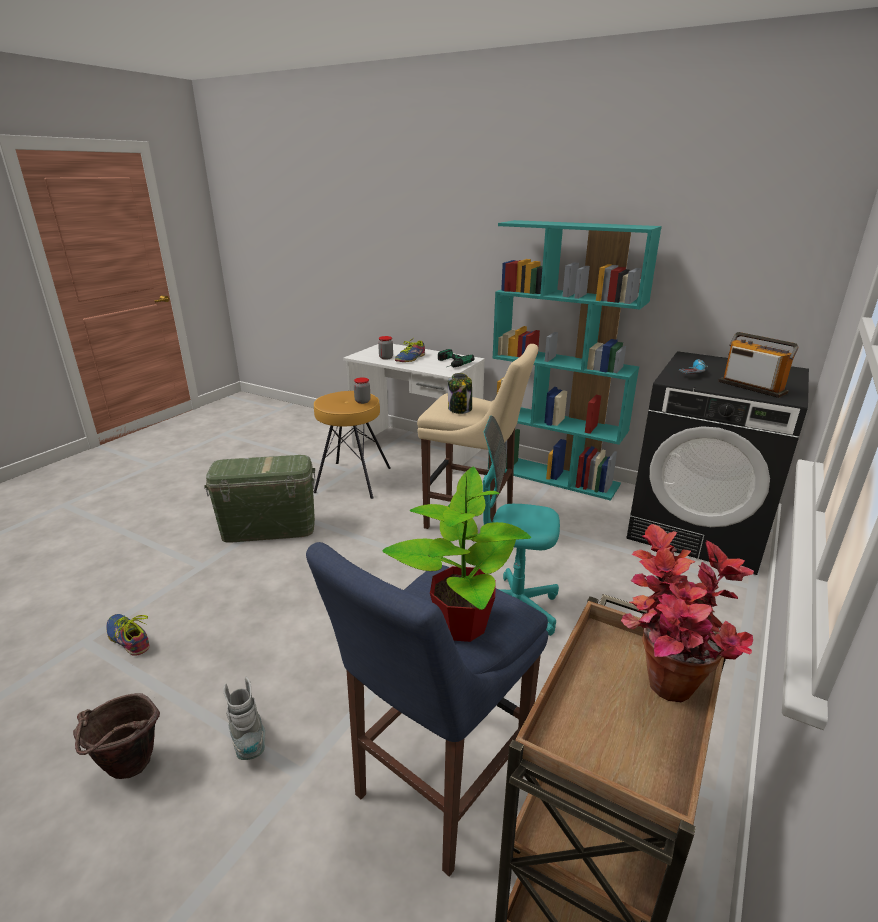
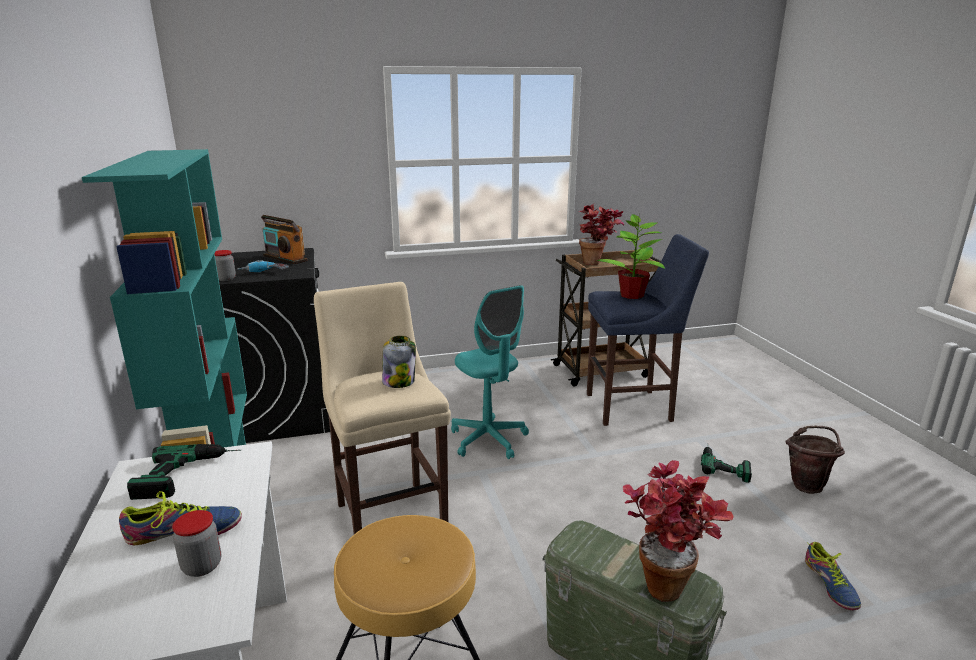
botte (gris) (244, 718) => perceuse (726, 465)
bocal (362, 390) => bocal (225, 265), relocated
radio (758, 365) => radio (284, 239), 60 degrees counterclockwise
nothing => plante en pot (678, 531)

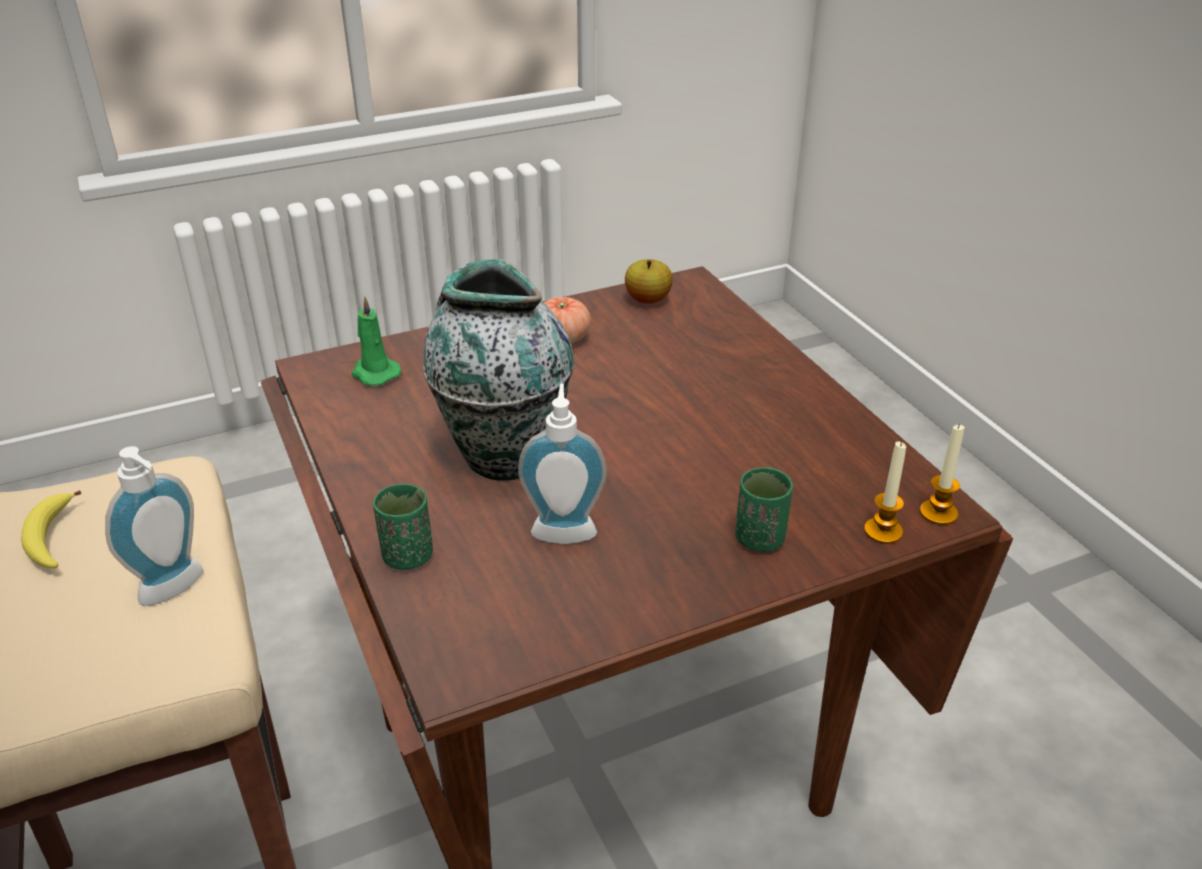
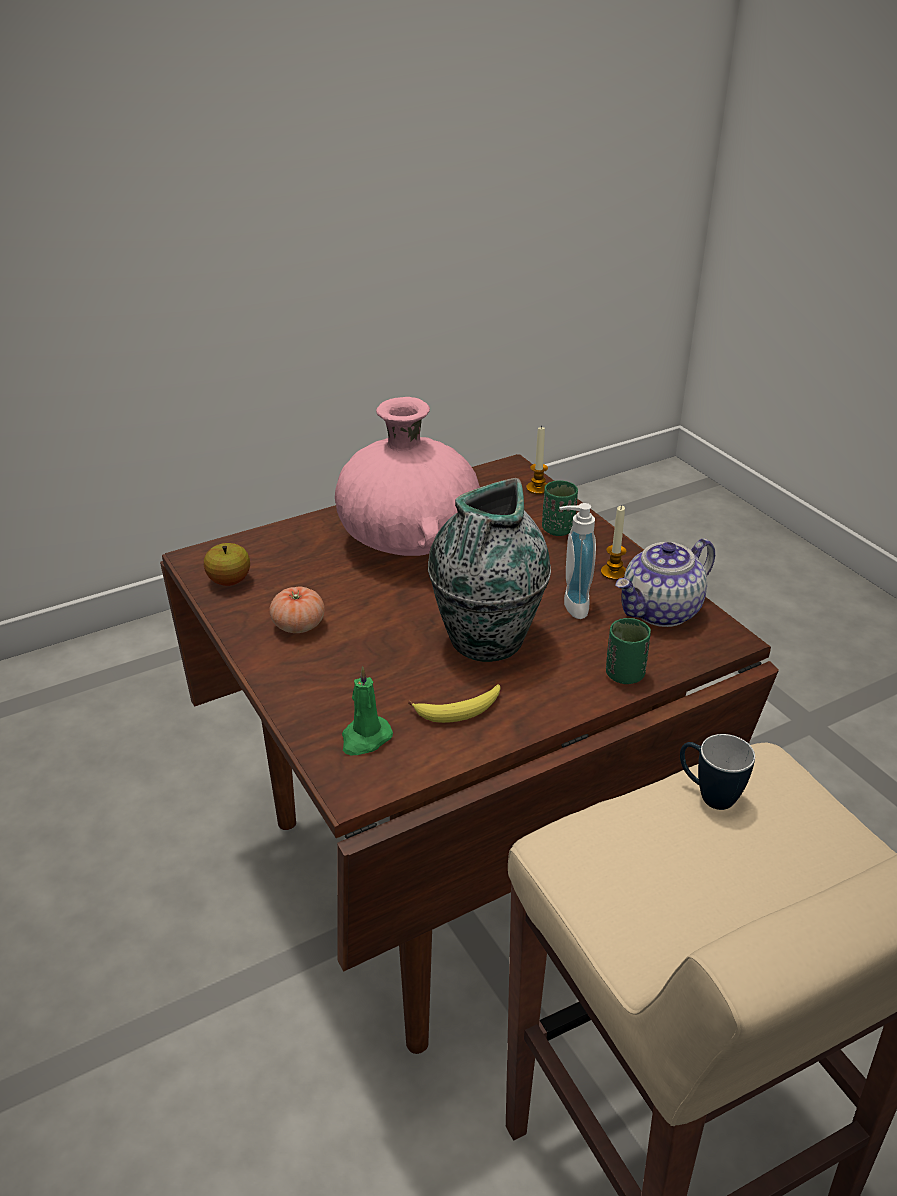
banane (51, 529) => banane (454, 703), relocated
distributeur de savon (154, 526) => mug (717, 772)
bougie (942, 474) => bougie (614, 542), relocated
nothing => vase (rose) (407, 476)
nothing => théière (665, 582)

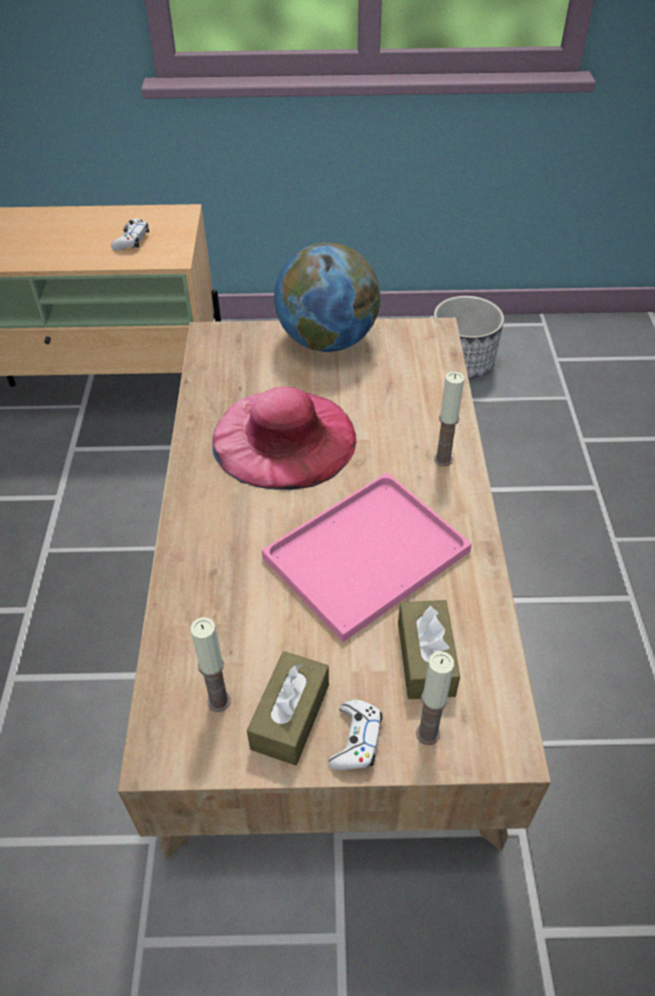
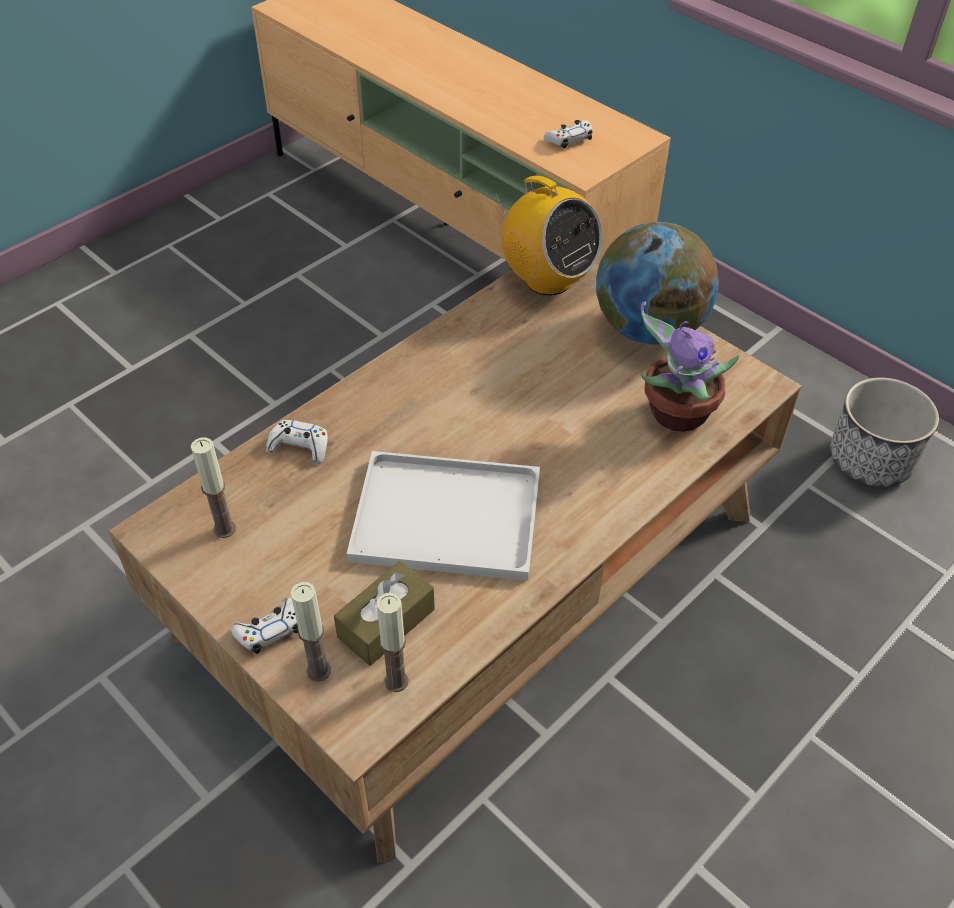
chapeau (rose) (284, 438) => nothing
boîte à mouchoirs (marron) (288, 708) => nothing
plateau (rose) (367, 557) => plateau (blanc) (443, 516)
bougie (449, 419) => bougie (393, 642), relocated
nothing => manette (blanc) (297, 441)
nothing => radio (549, 236)
nothing => plante en pot (689, 367)

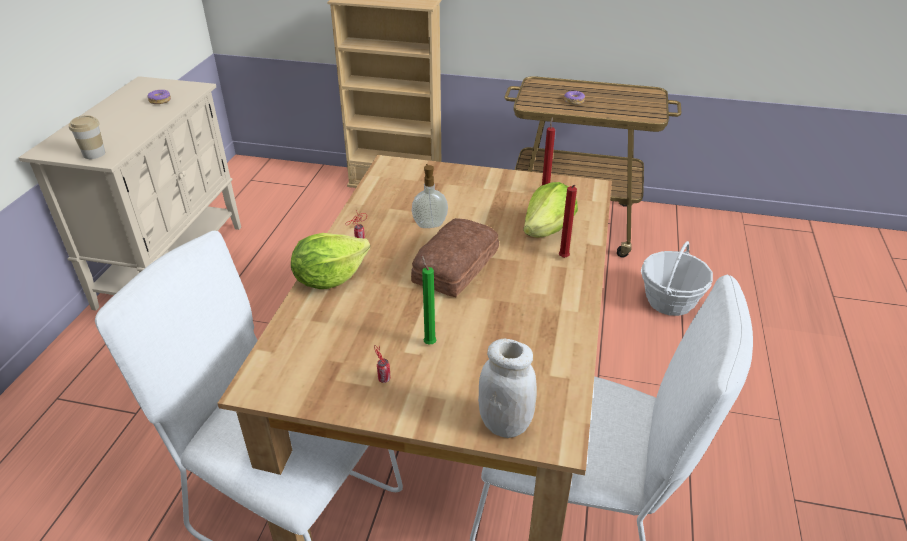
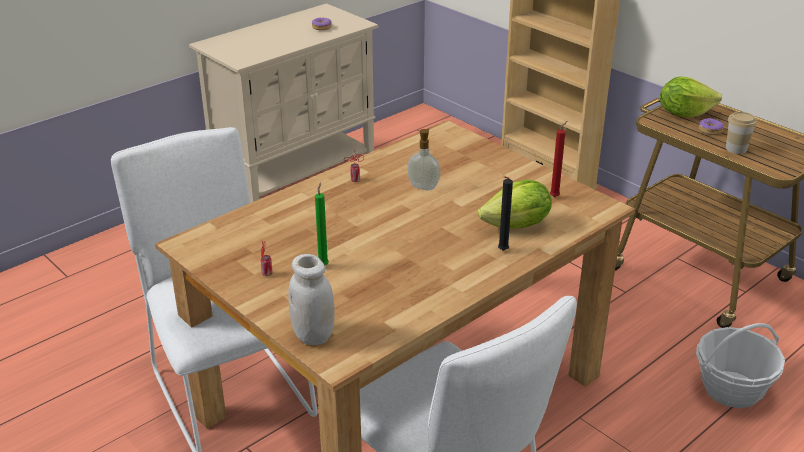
tasse (87, 137) => tasse (741, 133), relocated
laitue (330, 261) => laitue (691, 97), relocated
pain (455, 257) => nothing
bougie (rouge) (568, 221) => bougie (noir) (505, 214)

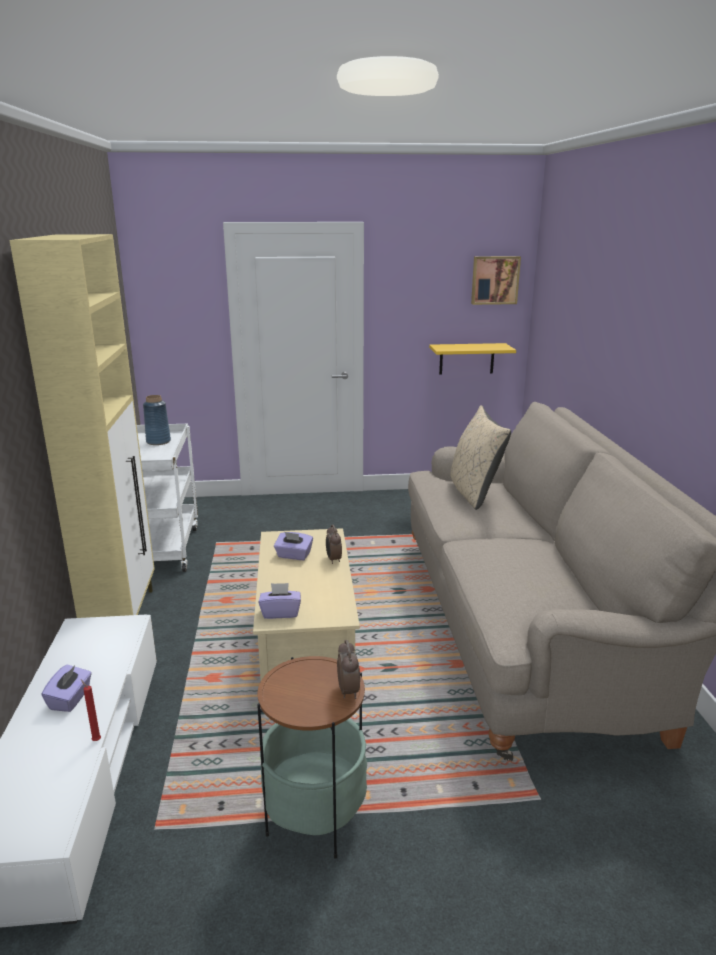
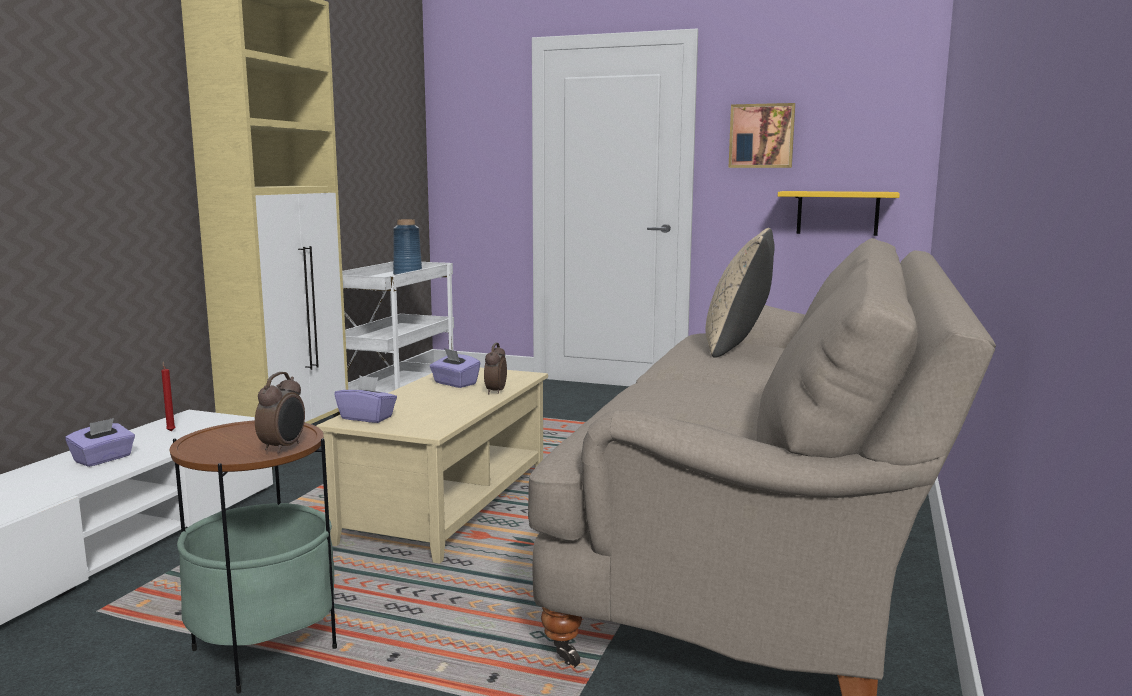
bougie (rouge) (91, 710) => bougie (rouge) (168, 396), relocated
tableau (496, 280) => tableau (761, 135), relocated

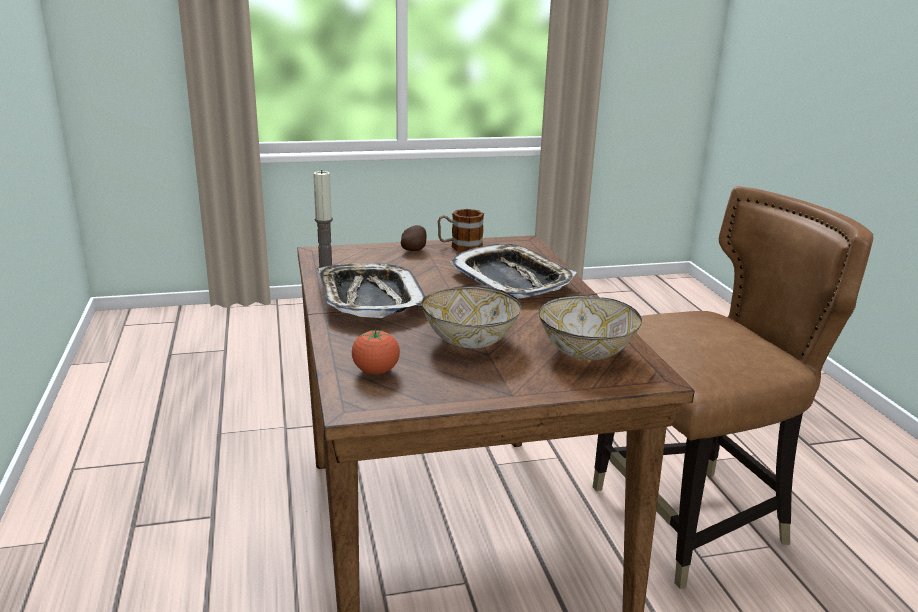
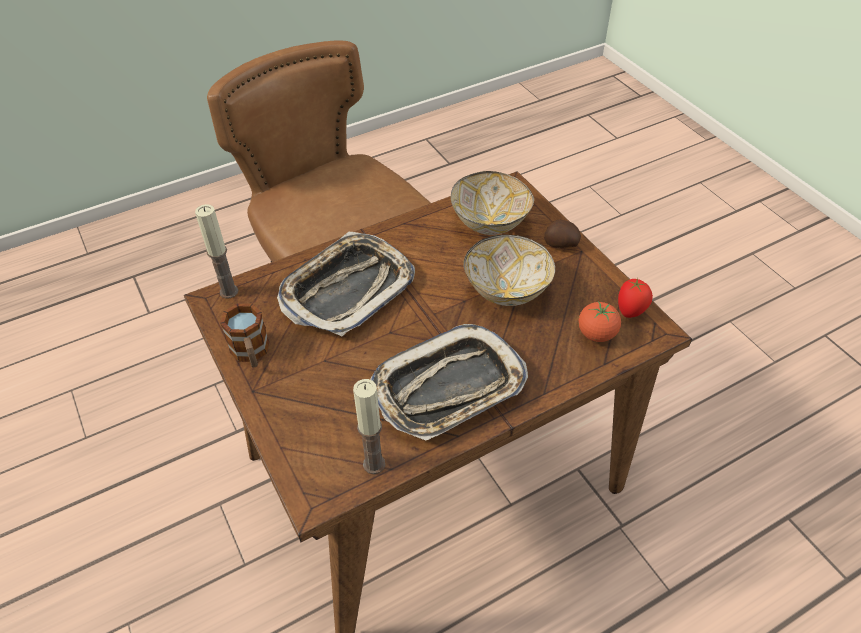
pomme de terre (413, 238) => pomme de terre (562, 233), relocated
nothing => bougie (216, 251)
nothing => tomate (635, 298)

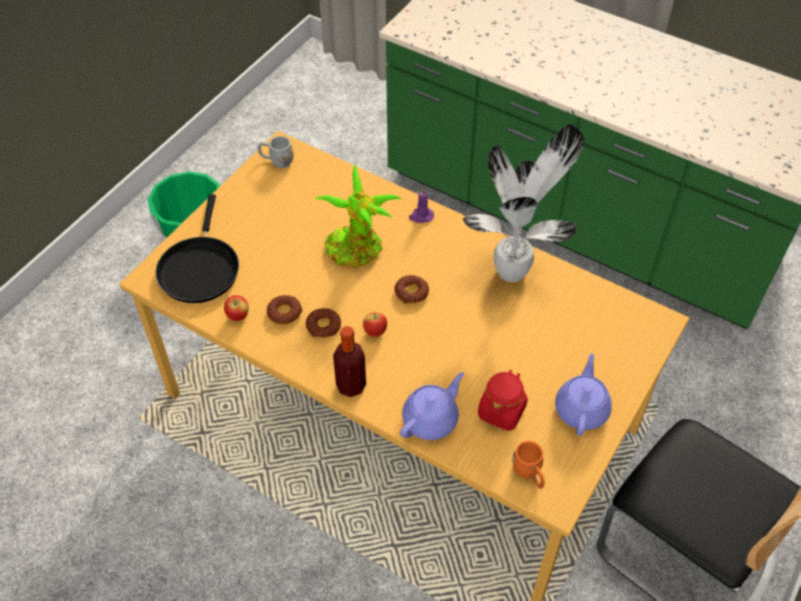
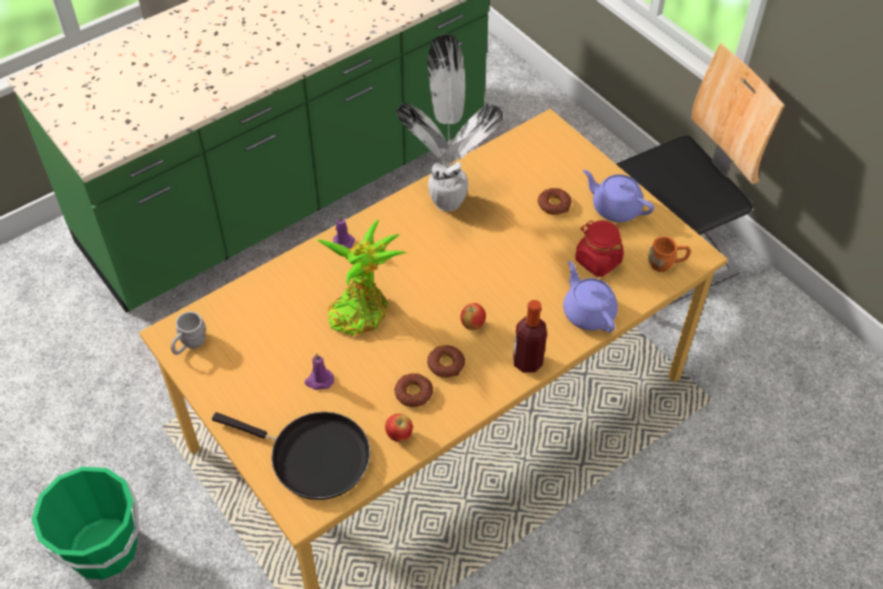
beignet (411, 289) => beignet (555, 201), relocated
nothing => bougie (violet) (319, 371)

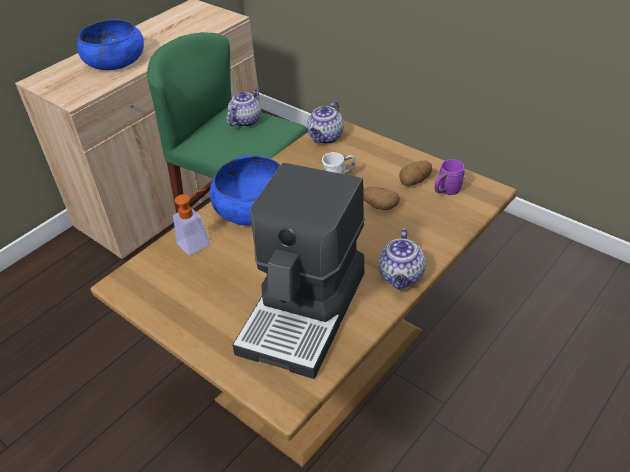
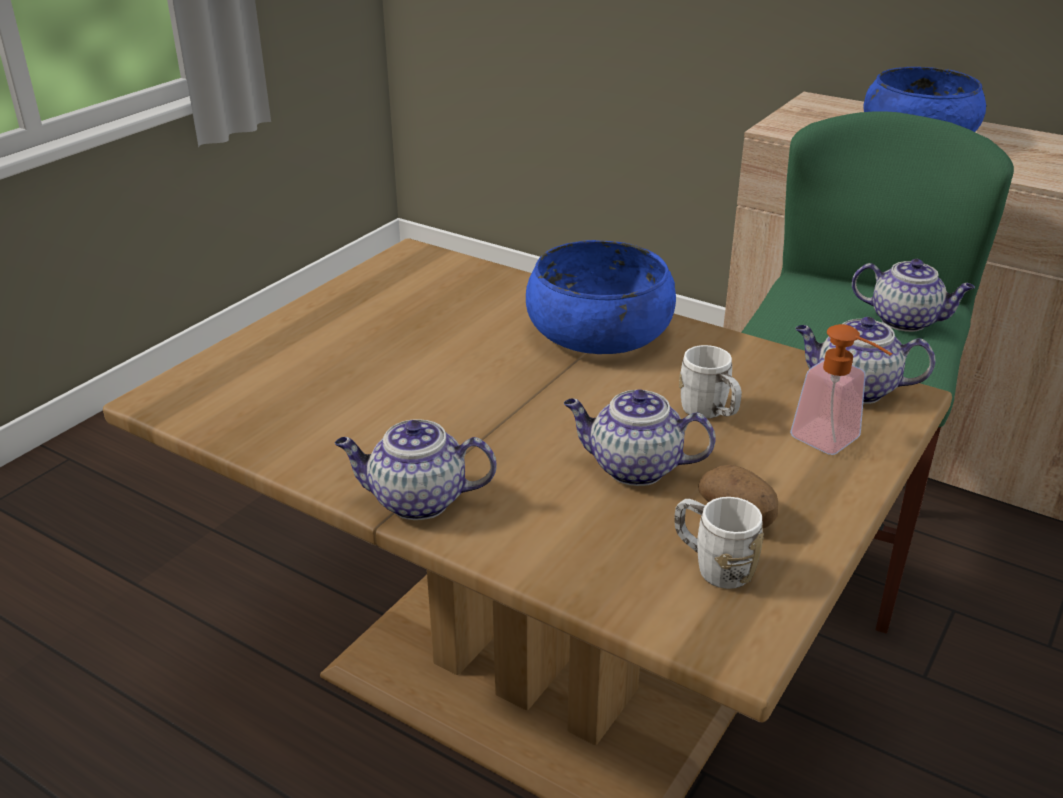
distributeur de savon (191, 222) => distributeur de savon (841, 389), relocated
machine à café (298, 271) => nothing
pomme de terre (381, 198) => théière (640, 438)
mug (violet) (450, 177) => mug (blanc) (719, 543)

